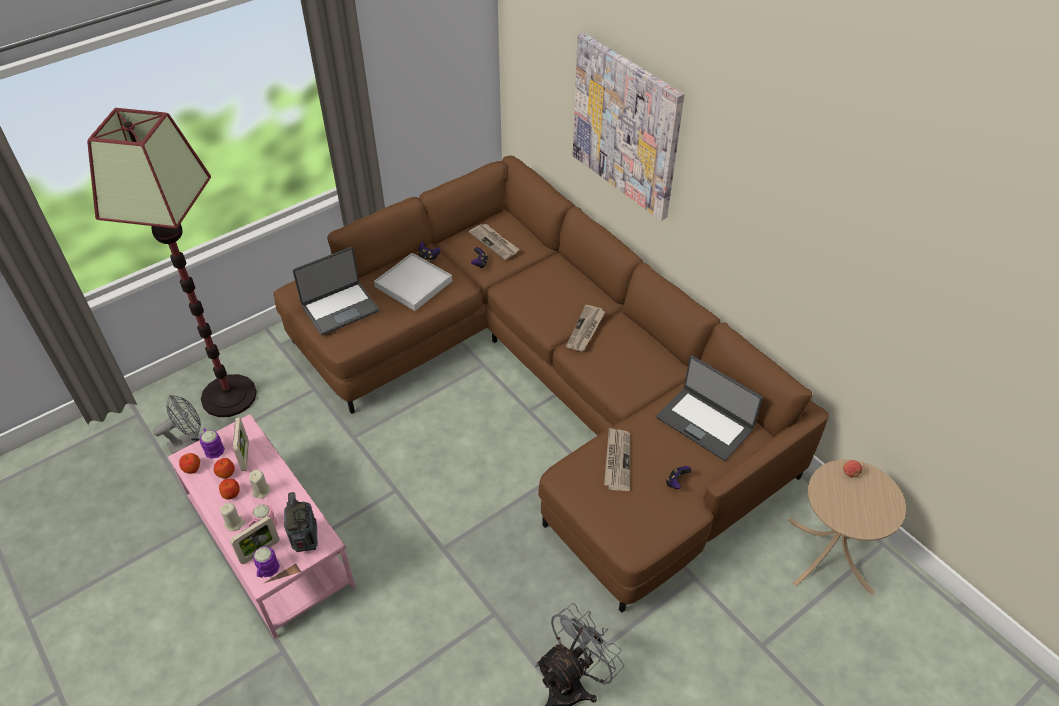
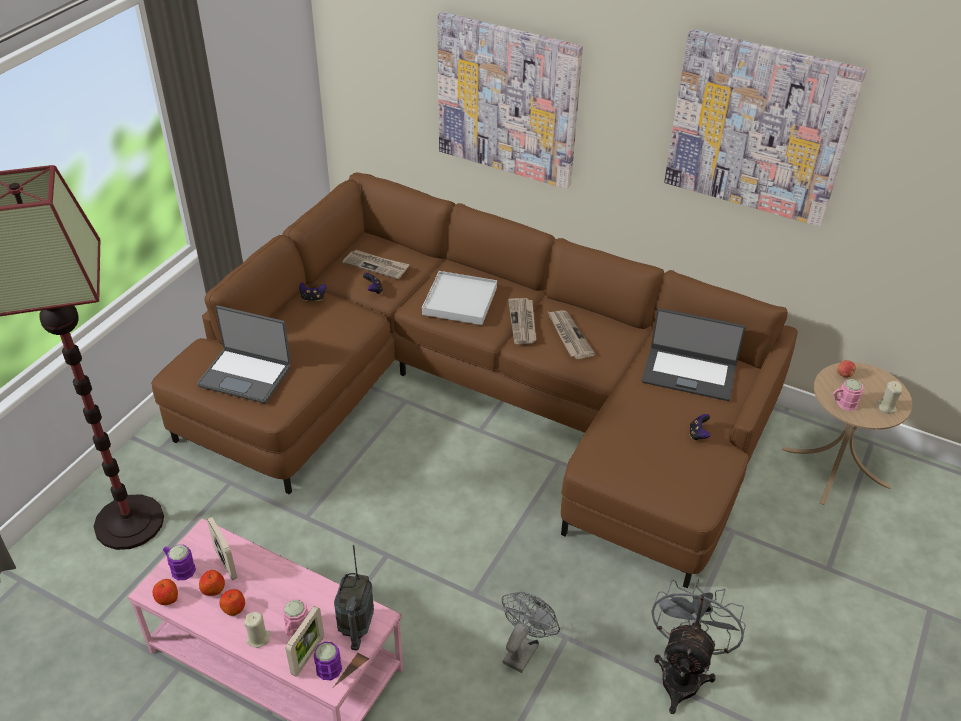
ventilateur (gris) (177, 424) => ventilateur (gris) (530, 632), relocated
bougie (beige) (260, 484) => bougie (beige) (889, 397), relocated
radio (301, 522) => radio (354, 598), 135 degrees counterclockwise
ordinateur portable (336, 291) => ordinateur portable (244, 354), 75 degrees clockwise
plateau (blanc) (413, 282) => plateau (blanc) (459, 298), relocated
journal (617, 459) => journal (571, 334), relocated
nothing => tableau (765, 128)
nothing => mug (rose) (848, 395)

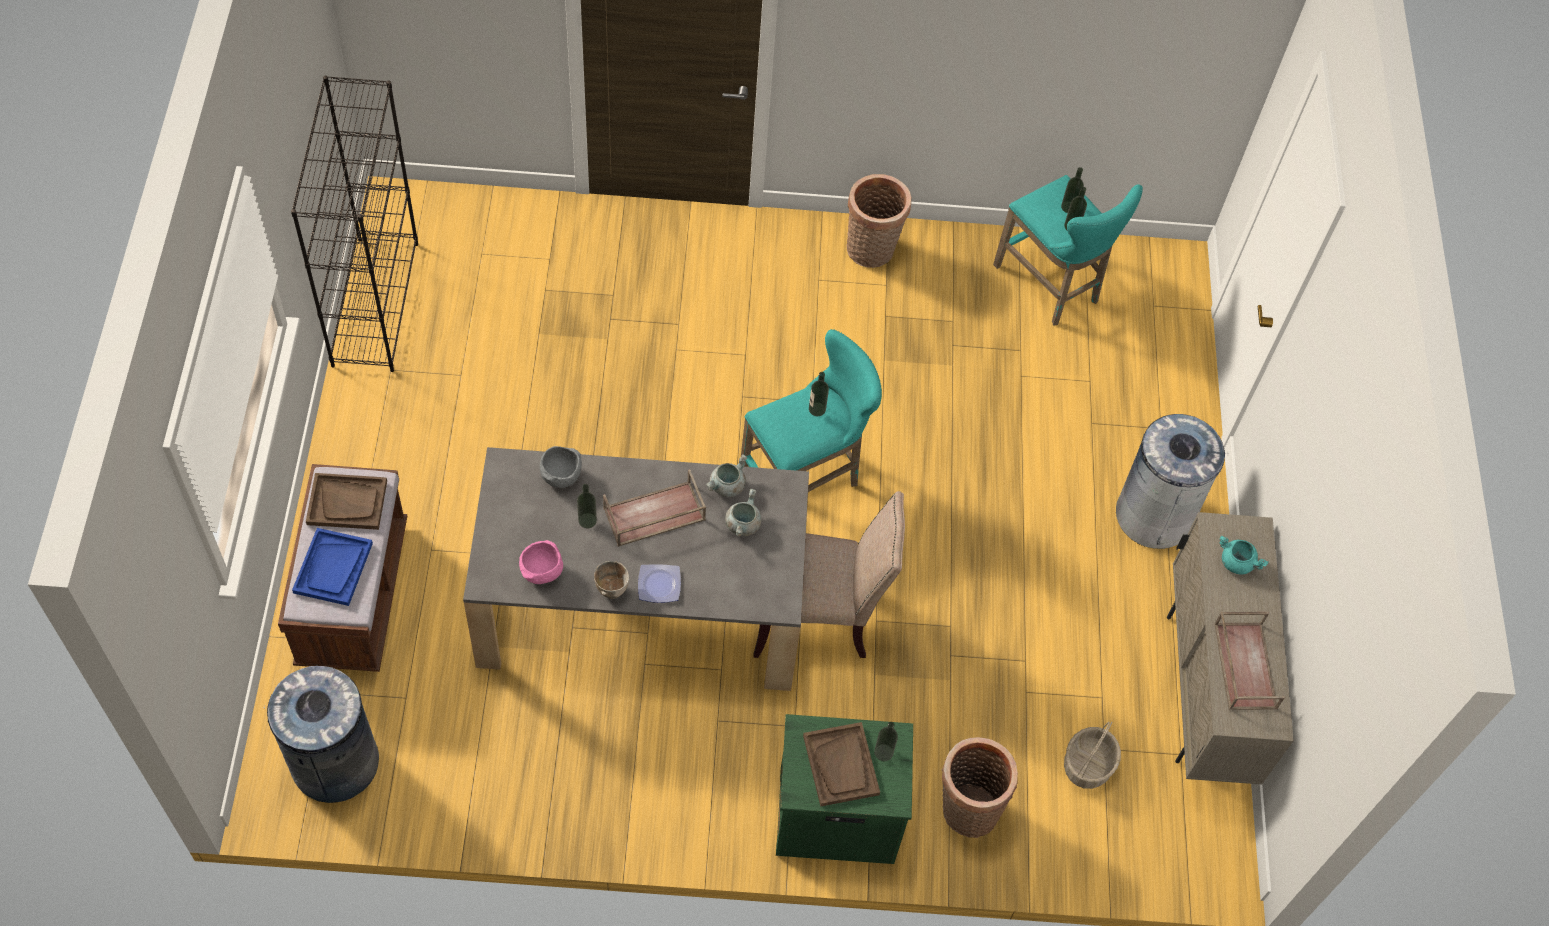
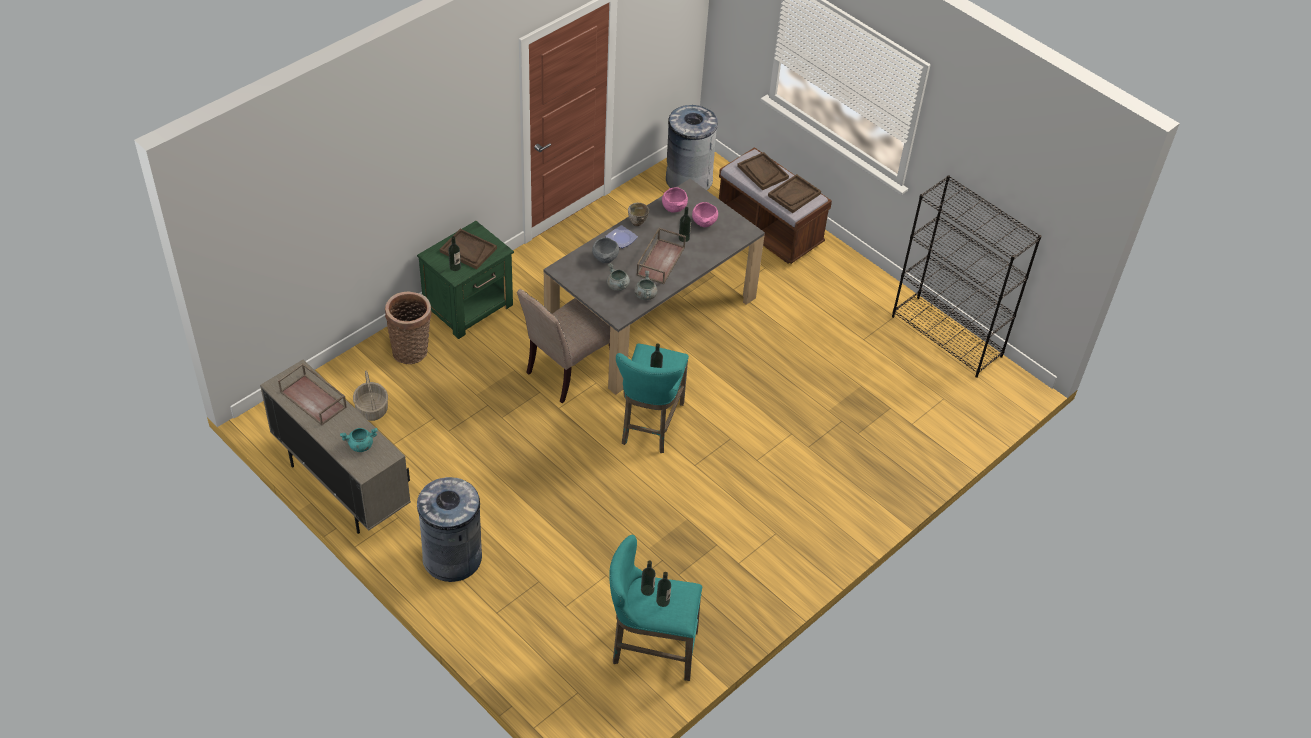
plateau (bleu) (332, 567) => plateau (marron) (763, 171)
bol (gris) (561, 467) => bol (gris) (605, 250), relocated
panier (879, 221) => nothing
nothing => bol (rose) (705, 214)

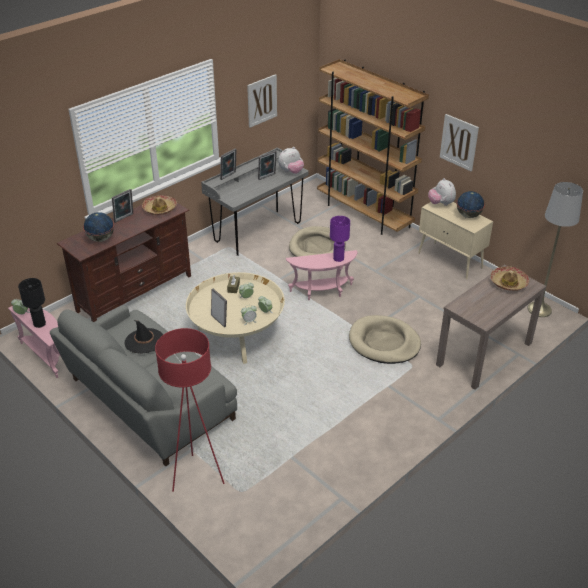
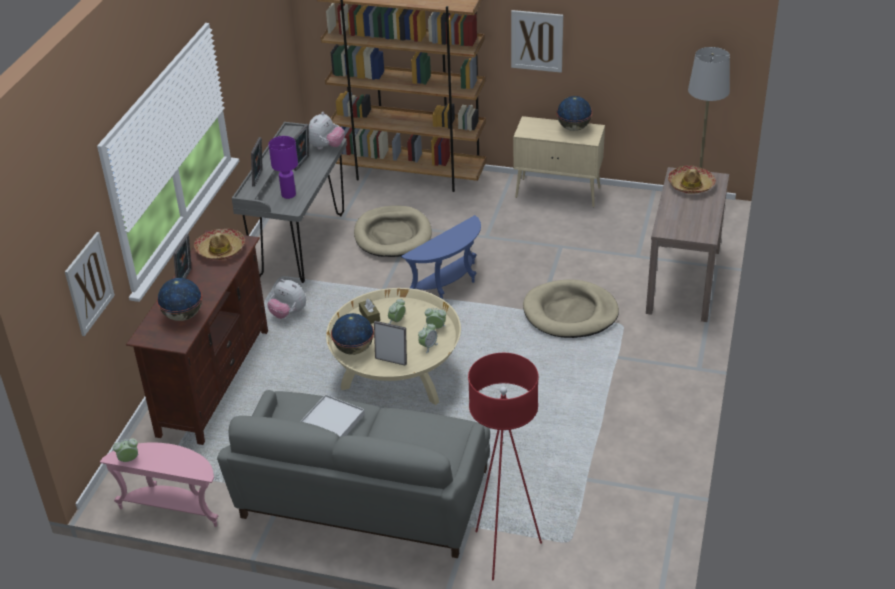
lampe de table (noir) (32, 303) => nothing
chapeau (noir) (144, 337) => plateau (blanc) (332, 415)
tableau (262, 101) => tableau (90, 284), relocated
table d'appoint (rose) (322, 275) => table d'appoint (bleu) (441, 257)
lampe de table (violet) (340, 239) => lampe de table (violet) (283, 167), relocated
peluche (442, 192) => peluche (286, 299), relocated
nothing => globe (352, 334)

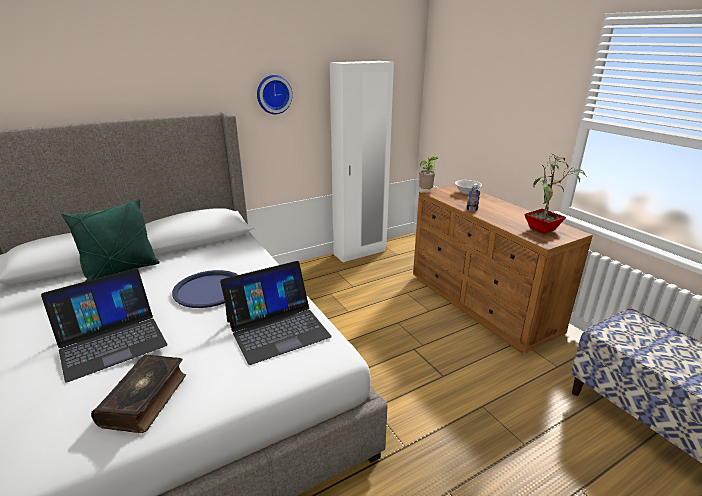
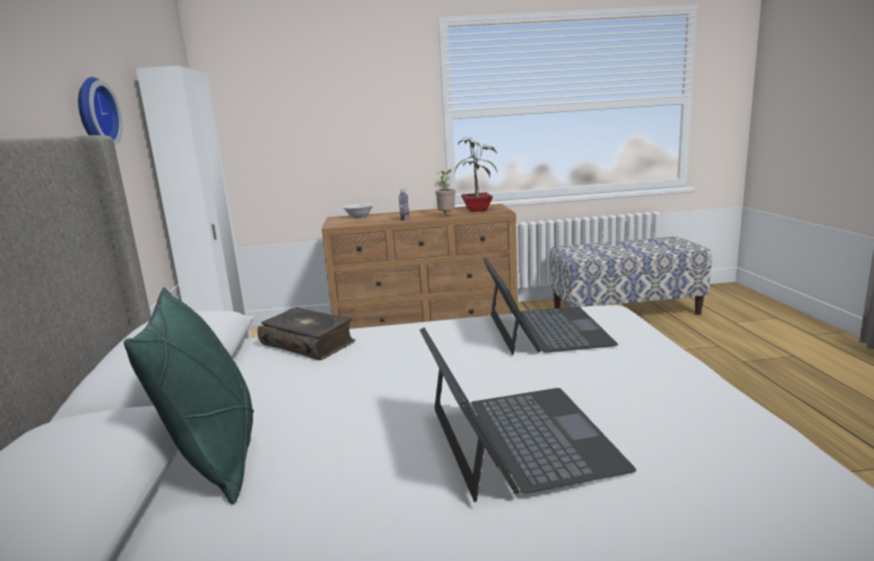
livre (138, 393) => livre (306, 333), relocated
plateau (bleu) (205, 289) => nothing
plante en pot (428, 173) => plante en pot (445, 191), relocated

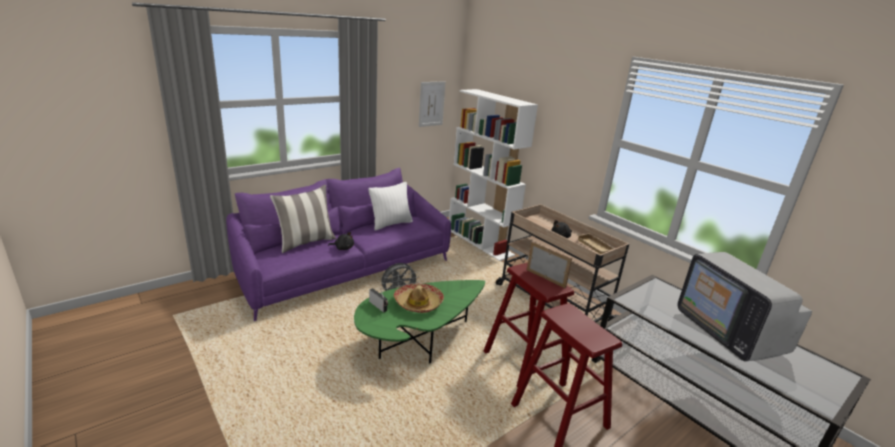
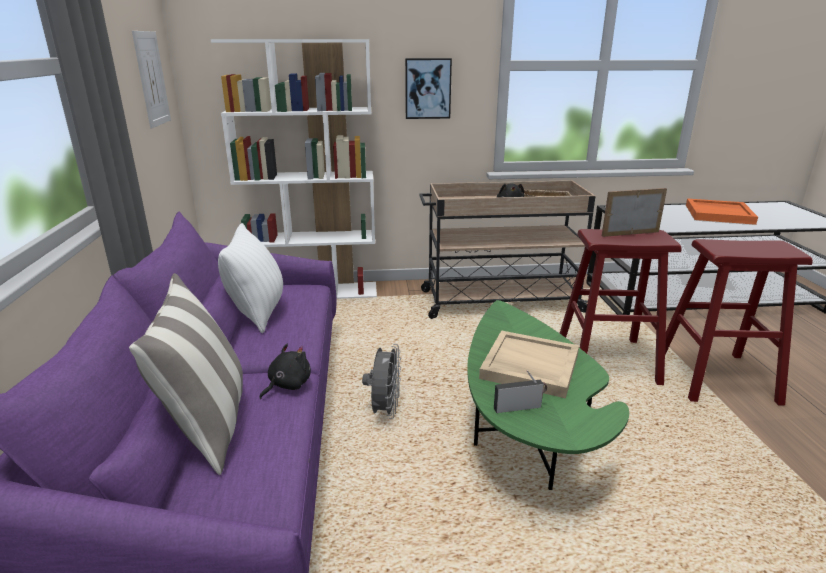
chapeau (419, 298) => plateau (beige) (529, 364)
téléviseur (745, 307) => plateau (orange) (722, 211)
nothing => tableau (428, 88)

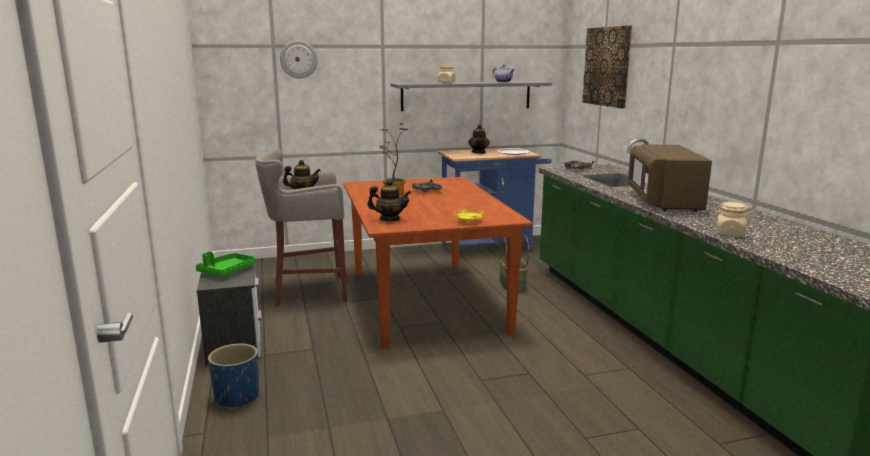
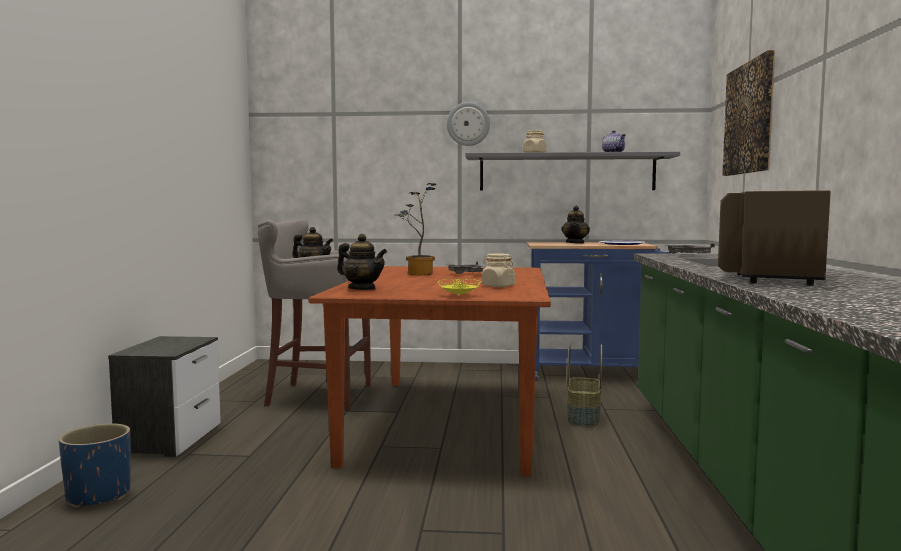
plateau (vert) (226, 264) => nothing
horloge murale (299, 59) => horloge murale (468, 124), relocated
bocal (beige) (732, 219) => bocal (beige) (498, 270), relocated

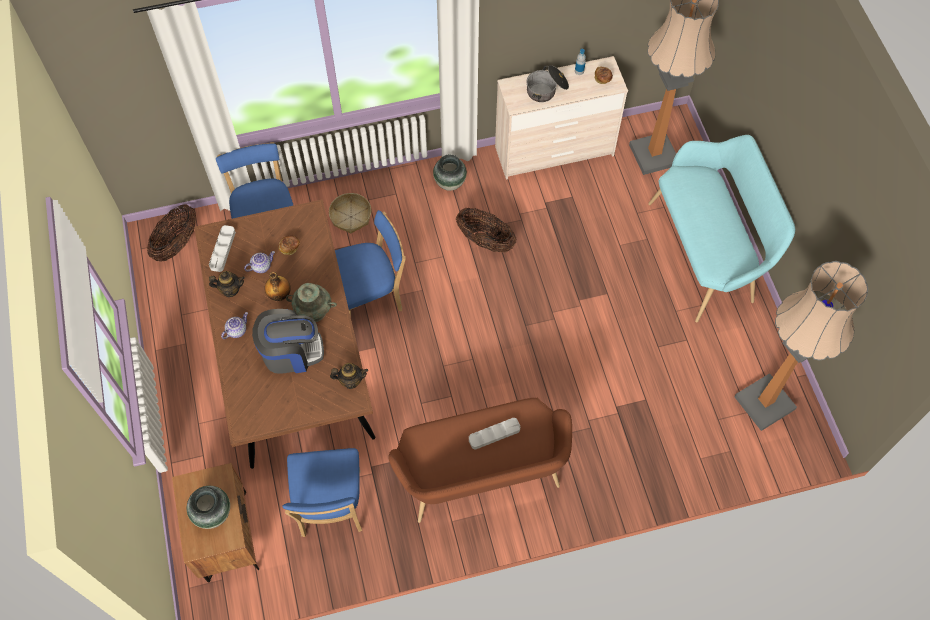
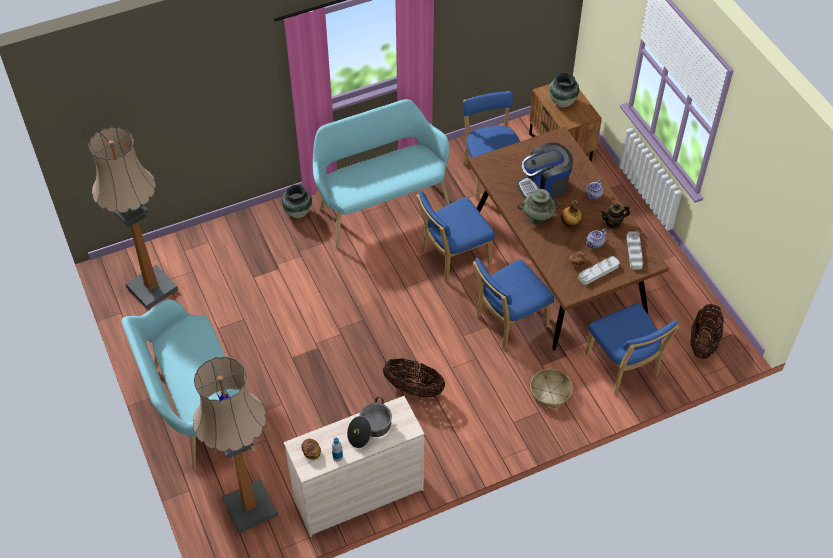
théière (349, 376) => nothing
banc (marron) (480, 460) => banc (turquoise) (381, 174)
vase (450, 172) => vase (297, 201), relocated
plateau (gris) (494, 433) => plateau (gris) (598, 270), relocated
nothing => chaise (bleu) (456, 236)

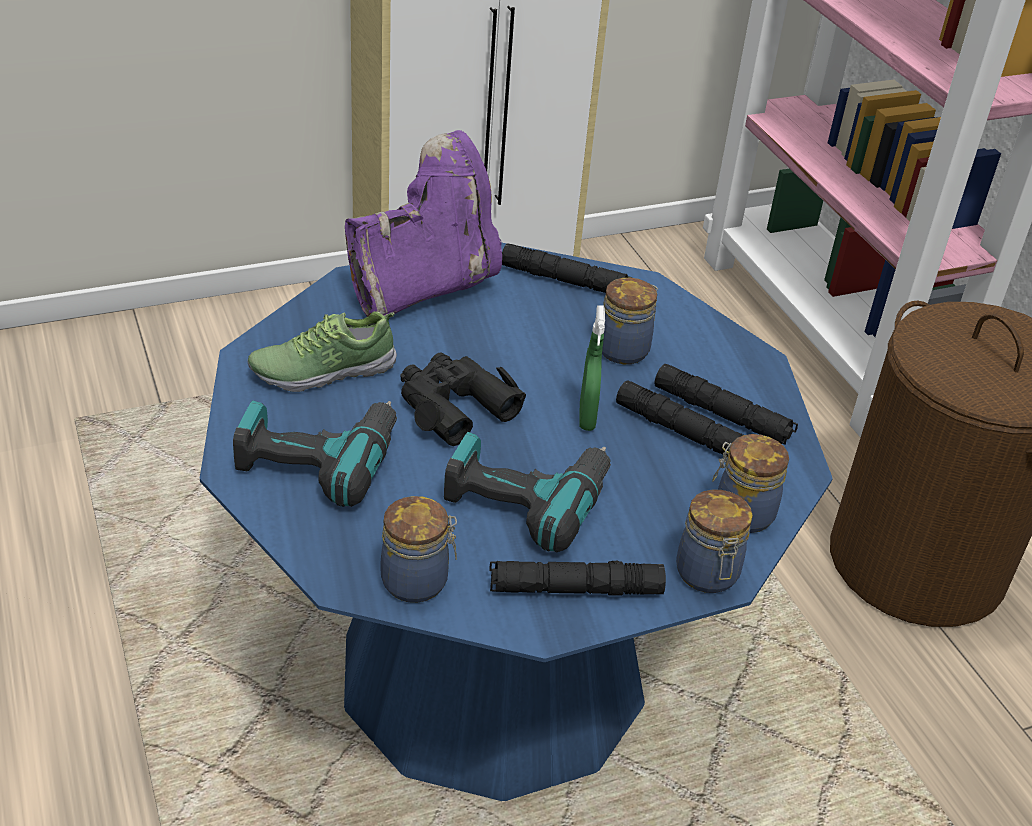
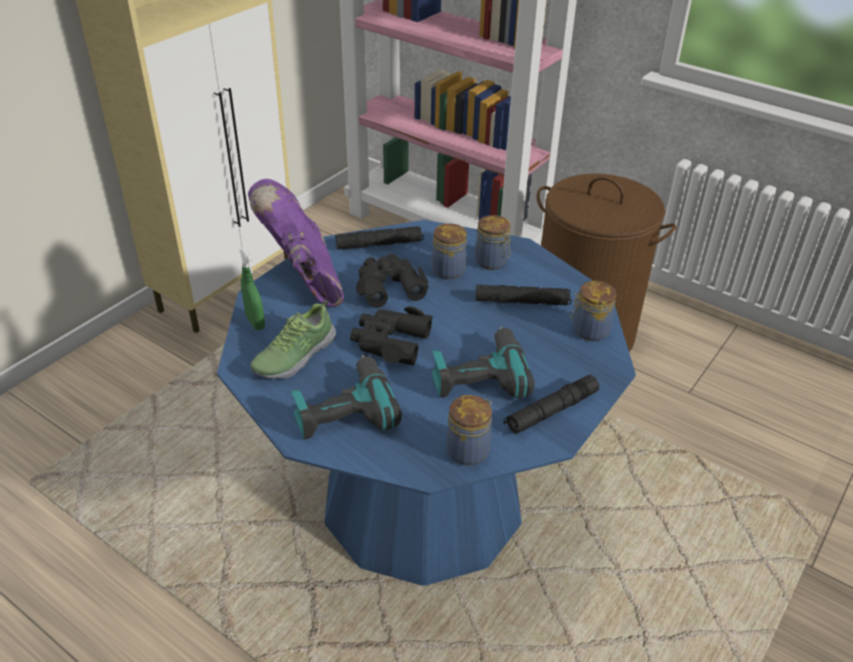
botte (violet) (423, 223) => botte (violet) (296, 243), 45 degrees counterclockwise
vaporisateur (vert) (592, 368) => vaporisateur (vert) (252, 289), relocated
lampe de poche (noir) (726, 404) => nothing
bocal (714, 541) => bocal (493, 242), relocated
nothing => jumelles (noir) (392, 281)

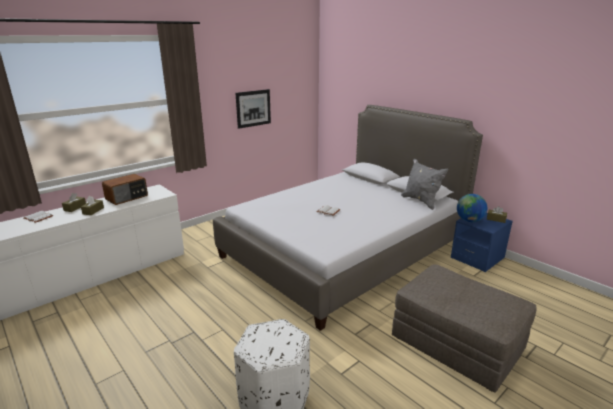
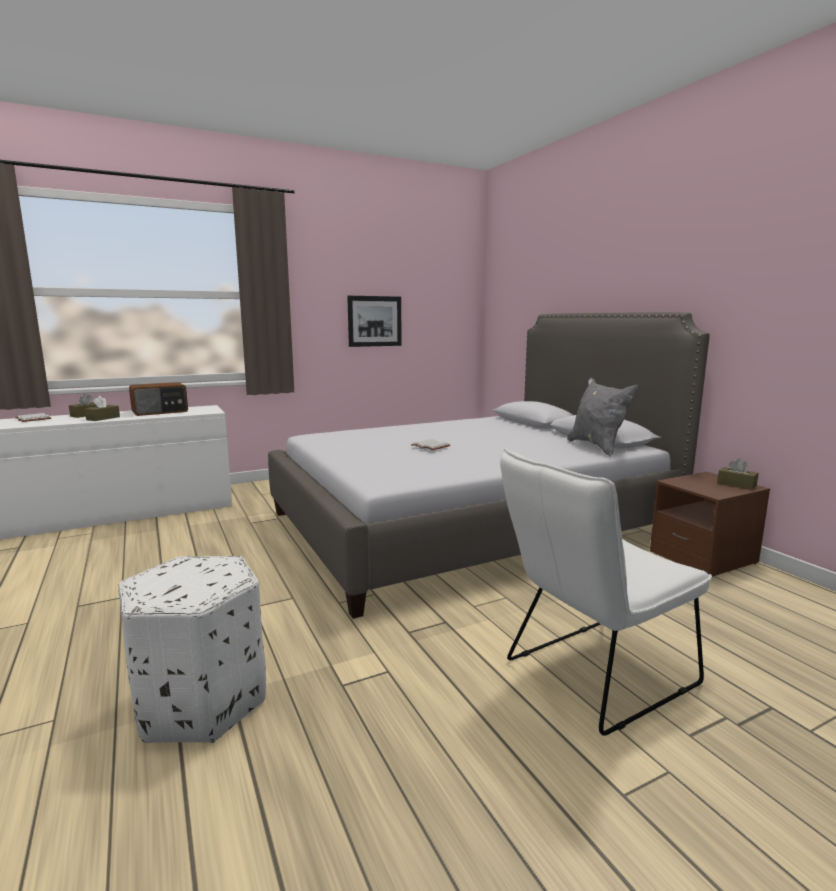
pouf (gris) (464, 328) => chaise (blanc) (606, 592)
table de chevet (bleu) (482, 242) => table de chevet (marron) (710, 524)
globe (472, 208) => nothing

